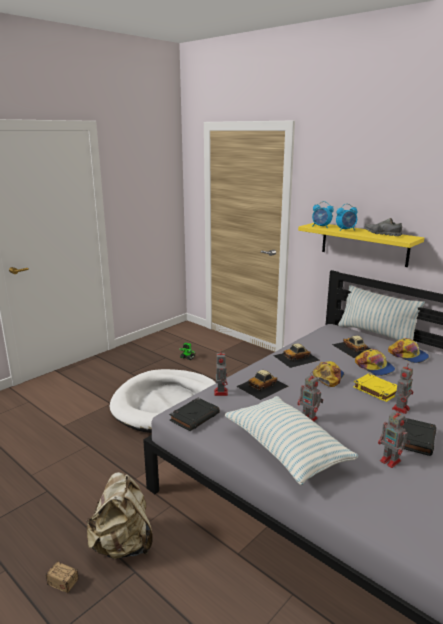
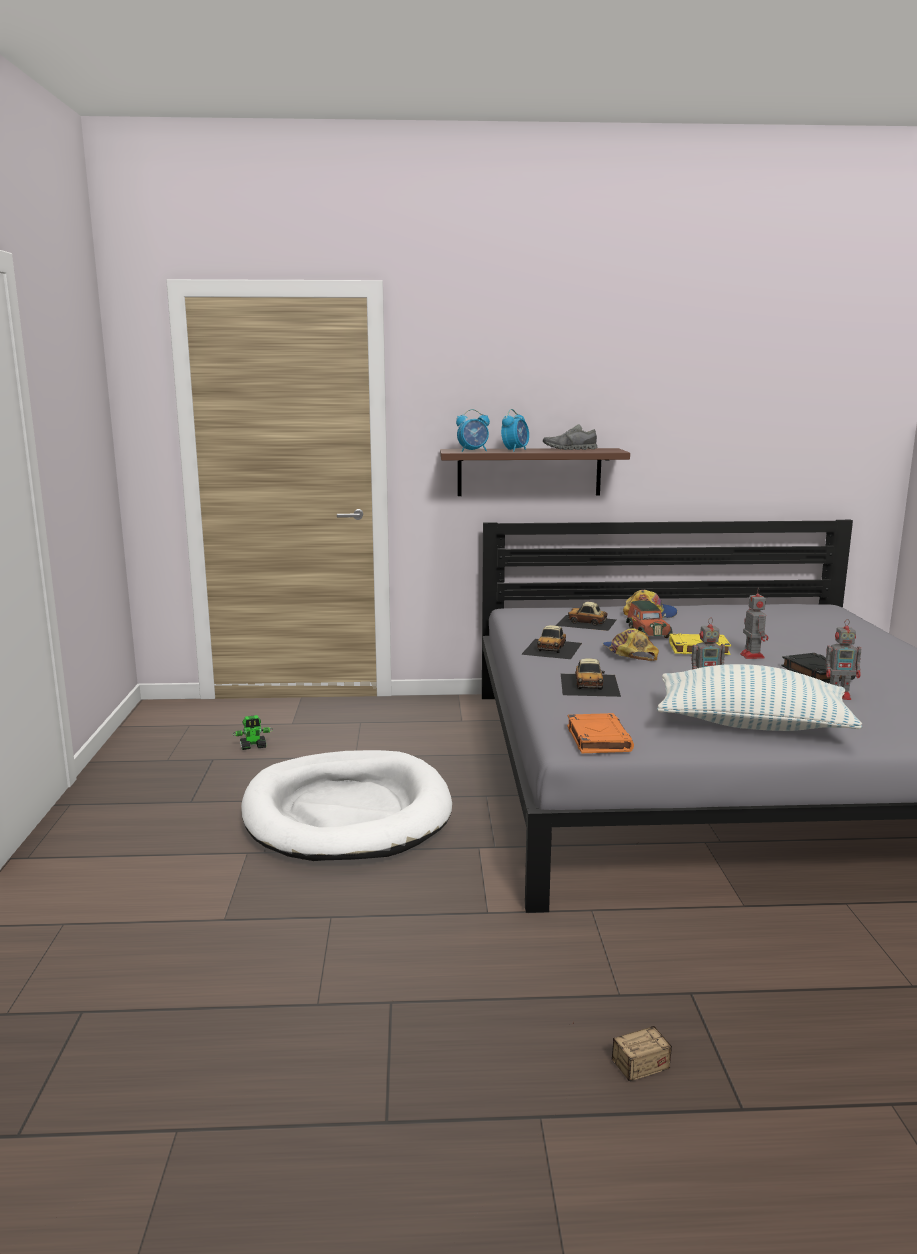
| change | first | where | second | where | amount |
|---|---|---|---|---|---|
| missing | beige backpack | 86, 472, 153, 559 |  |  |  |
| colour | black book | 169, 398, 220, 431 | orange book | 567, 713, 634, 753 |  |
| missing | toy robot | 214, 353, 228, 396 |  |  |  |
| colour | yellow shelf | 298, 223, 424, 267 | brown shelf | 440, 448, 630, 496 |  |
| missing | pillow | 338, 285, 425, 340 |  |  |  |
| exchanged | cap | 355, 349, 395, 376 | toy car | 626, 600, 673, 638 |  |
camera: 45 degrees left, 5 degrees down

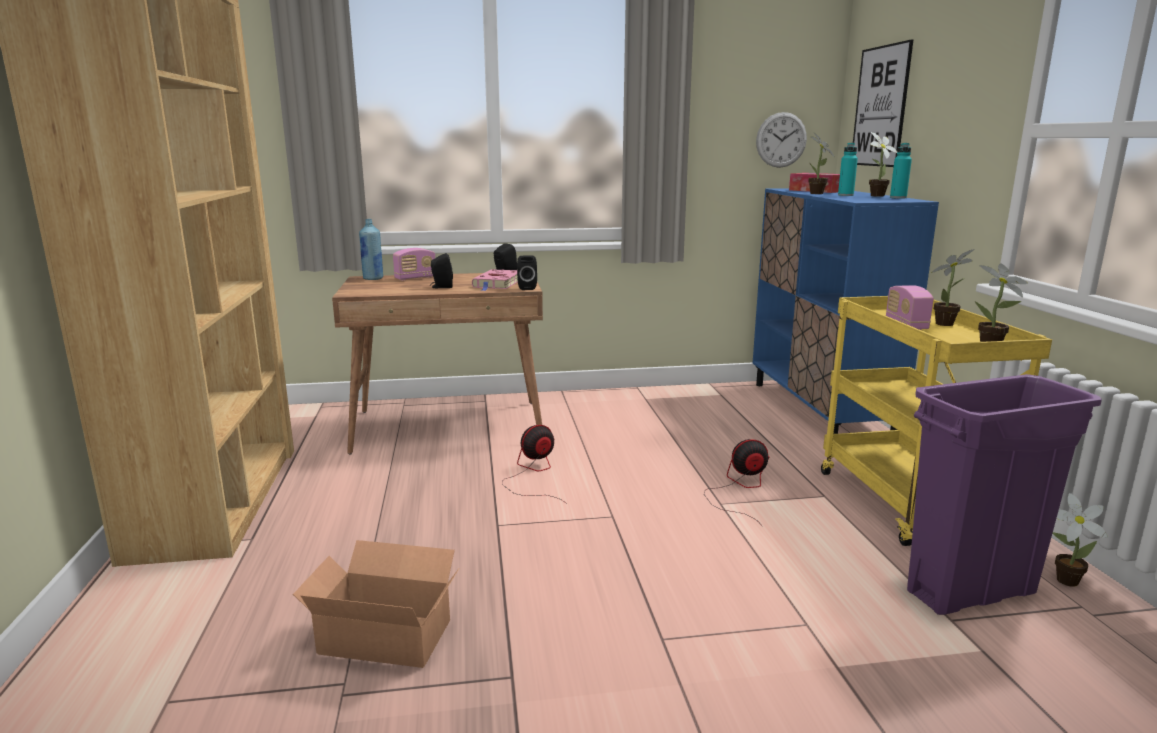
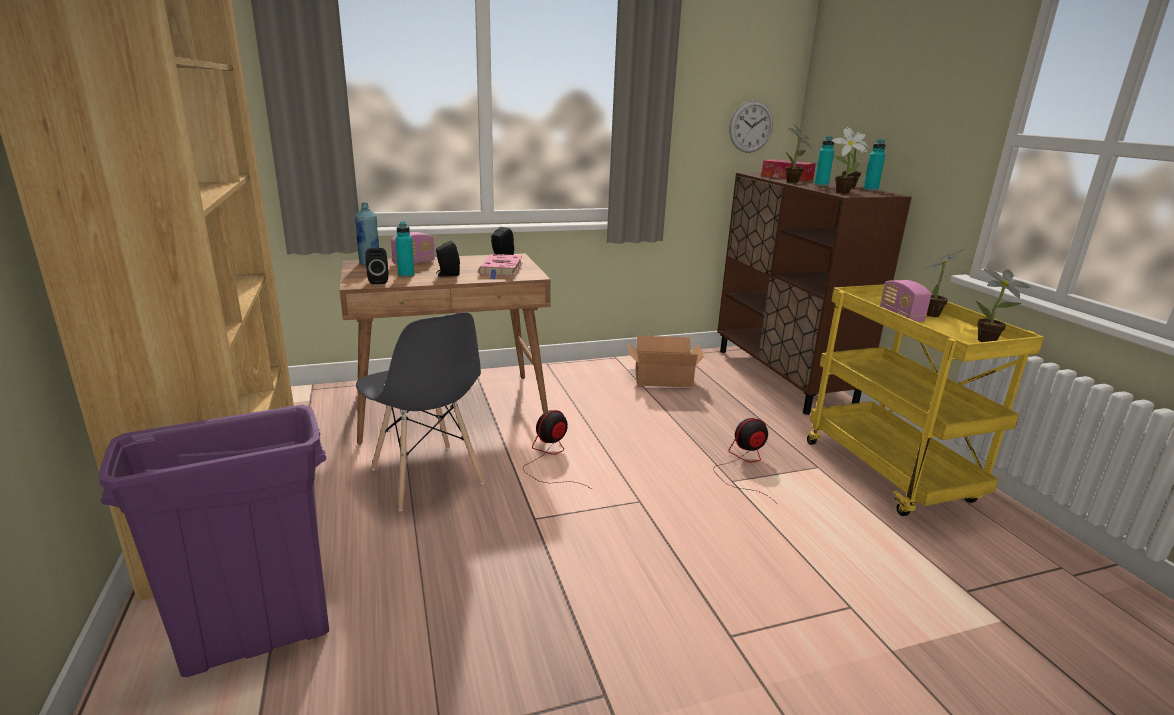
| change | first | where | second | where | amount |
|---|---|---|---|---|---|
| relocated | cardboard box | 293, 540, 459, 668 |  | 628, 335, 704, 388 |  |
| relocated | black speaker | 517, 255, 537, 290 |  | 365, 248, 388, 284 |  |
| colour | blue cabinet | 753, 188, 939, 434 | brown cabinet | 717, 173, 912, 415 |  |
| missing | picture | 853, 39, 913, 167 |  |  |  |
| relocated | purple trash can | 907, 374, 1102, 615 |  | 99, 405, 329, 677 |  |
| relocated | potted plant | 1052, 493, 1108, 587 |  | 831, 128, 867, 194 |  |
| appeared |  |  | grey chair | 356, 312, 485, 511 |  |
| appeared |  |  | turquoise bottle | 395, 221, 414, 278 |  |
camera: 10 degrees left, 5 degrees up

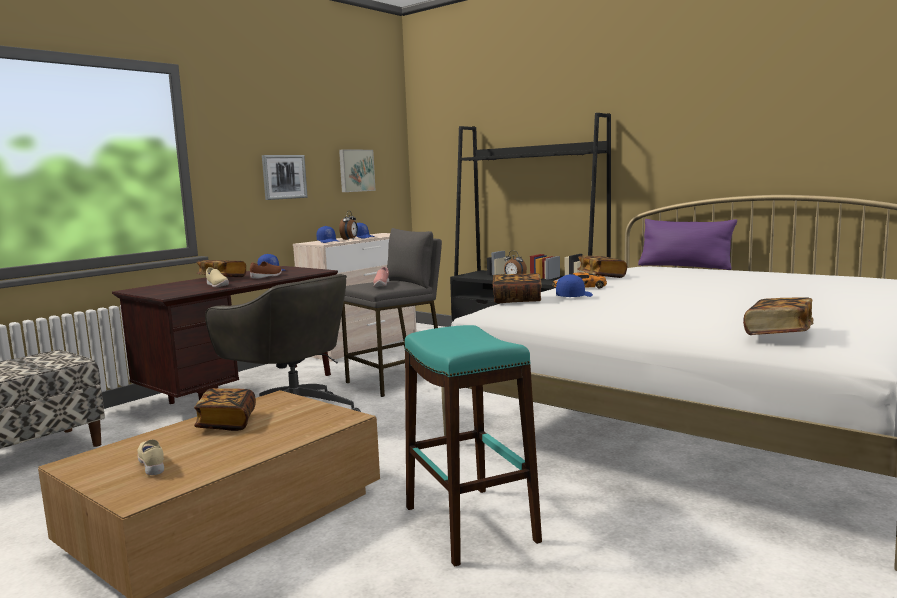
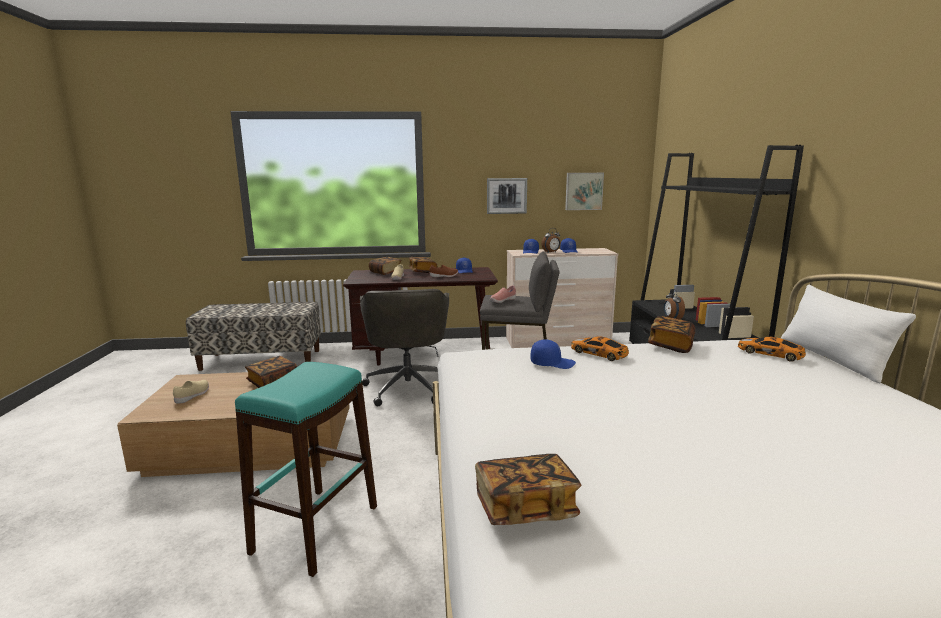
| change | first | where | second | where | amount |
|---|---|---|---|---|---|
| relocated | book | 492, 273, 541, 303 |  | 369, 257, 402, 275 |  |
| colour | purple pillow | 638, 219, 737, 270 | white pillow | 781, 284, 916, 383 |  |
| appeared |  |  | toy car | 738, 337, 806, 362 |  |
camera: 45 degrees right, 5 degrees up

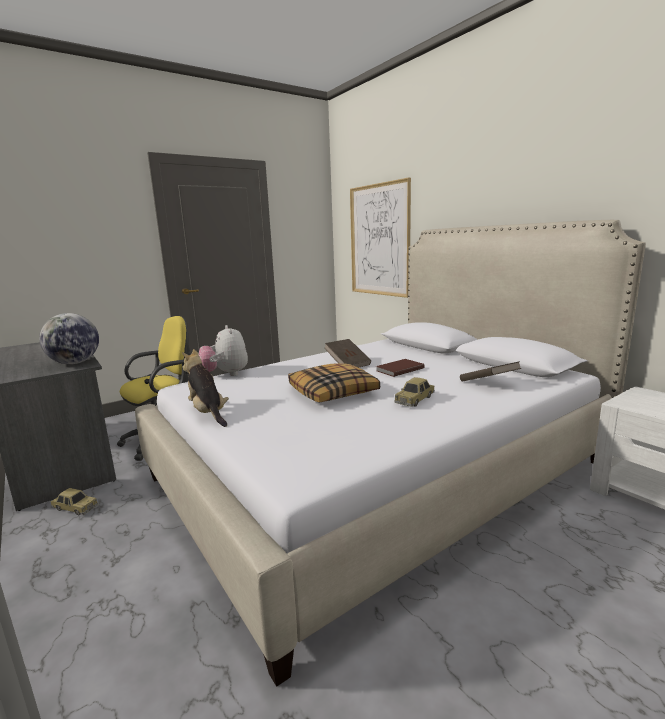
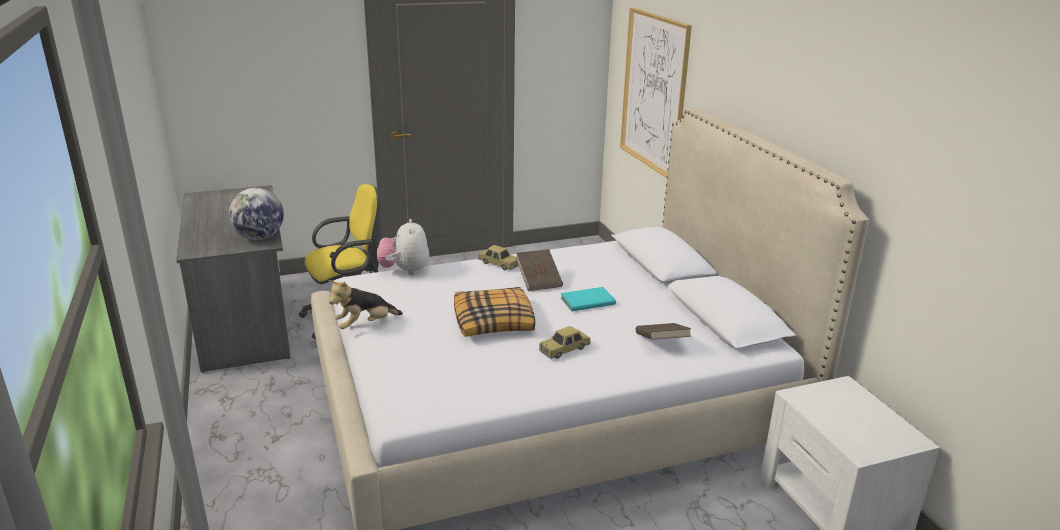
| change | first | where | second | where | amount |
|---|---|---|---|---|---|
| relocated | toy car | 50, 488, 98, 515 |  | 478, 245, 519, 270 |  |
| spun | plush toy | 182, 349, 229, 427 |  | 329, 280, 403, 329 | 105 degrees counterclockwise |
| colour | brown book | 376, 359, 425, 377 | turquoise book | 561, 287, 616, 312 |  |
camera: 15 degrees right, 10 degrees up

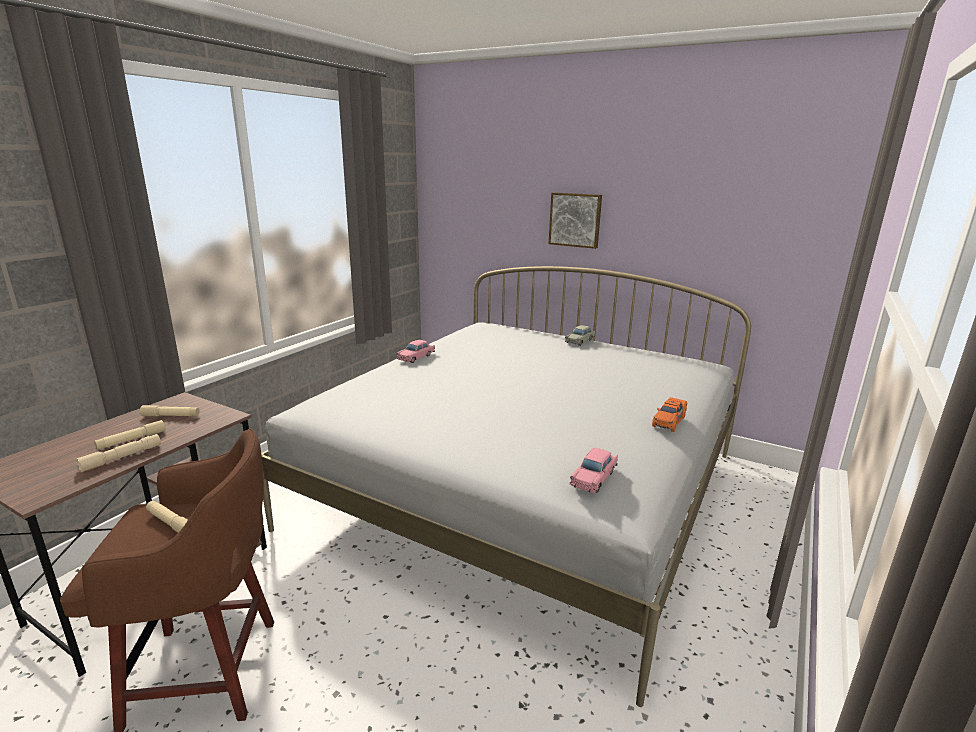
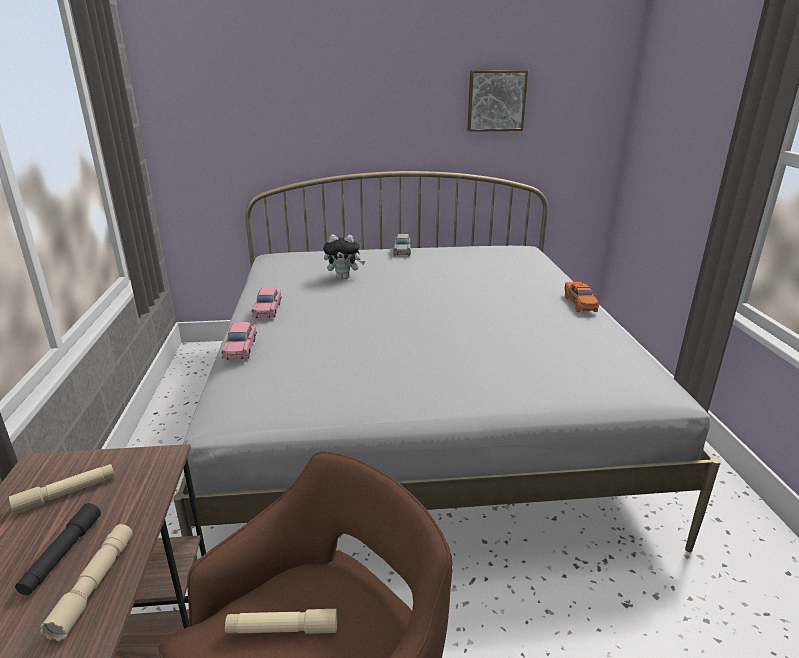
| change | first | where | second | where | amount |
|---|---|---|---|---|---|
| colour | beige flashlight | 94, 420, 166, 450 | black flashlight | 15, 503, 101, 595 |  |
| relocated | picture | 549, 192, 602, 249 |  | 467, 70, 528, 132 |  |
| relocated | pink toy car | 570, 448, 618, 493 |  | 221, 322, 257, 360 |  |
| appeared |  |  | plush toy | 323, 235, 365, 279 |  |
camera: 35 degrees left, 5 degrees up

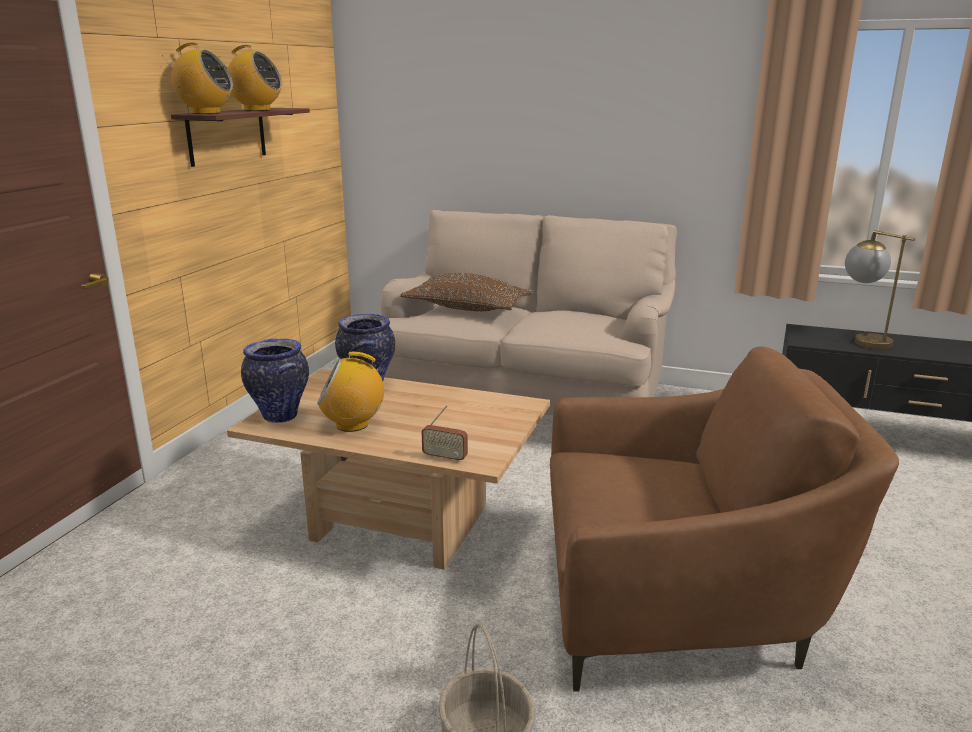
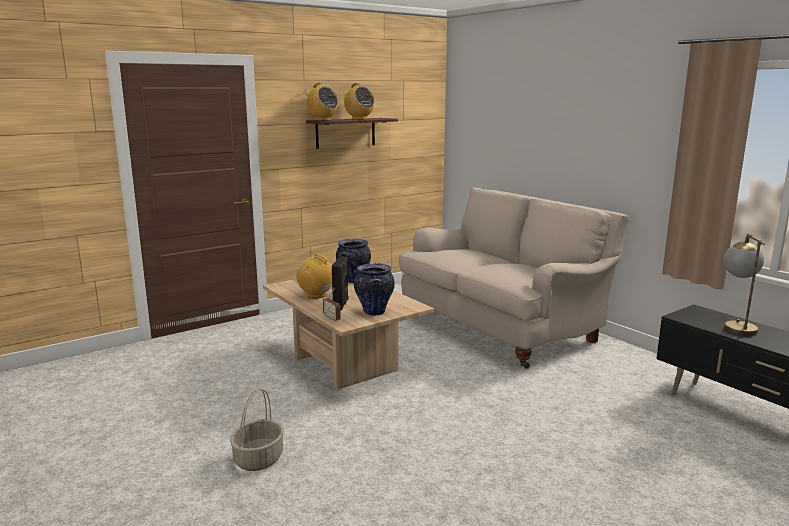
| change | first | where | second | where | amount |
|---|---|---|---|---|---|
| relocated | vase | 241, 339, 309, 423 |  | 354, 263, 395, 316 |  |
| missing | brown pillow | 400, 273, 533, 311 |  |  |  |
| missing | brown armchair | 550, 346, 899, 692 |  |  |  |
| appeared |  |  | black speaker | 332, 257, 349, 311 |  |
camera: 35 degrees right, 5 degrees down

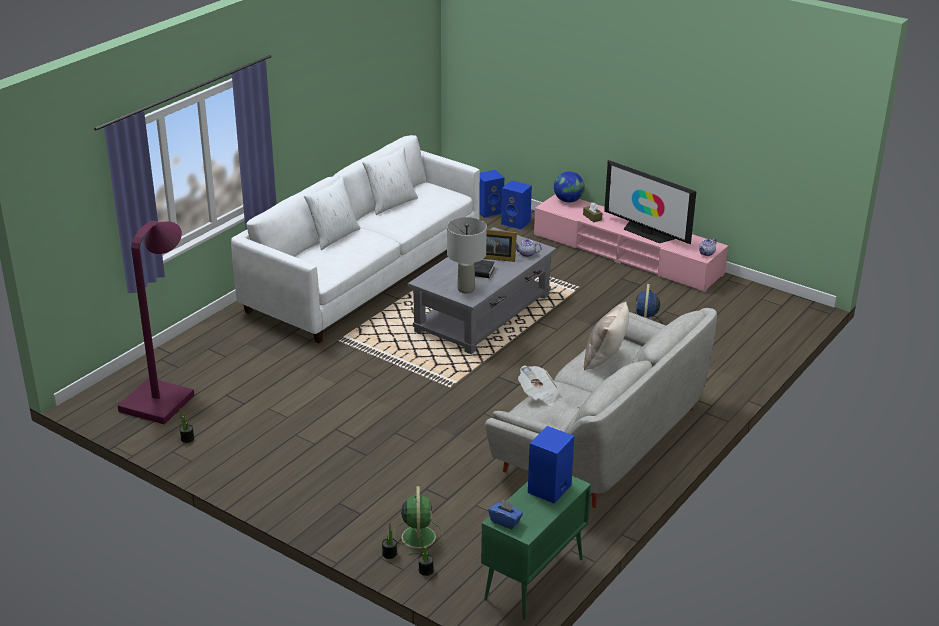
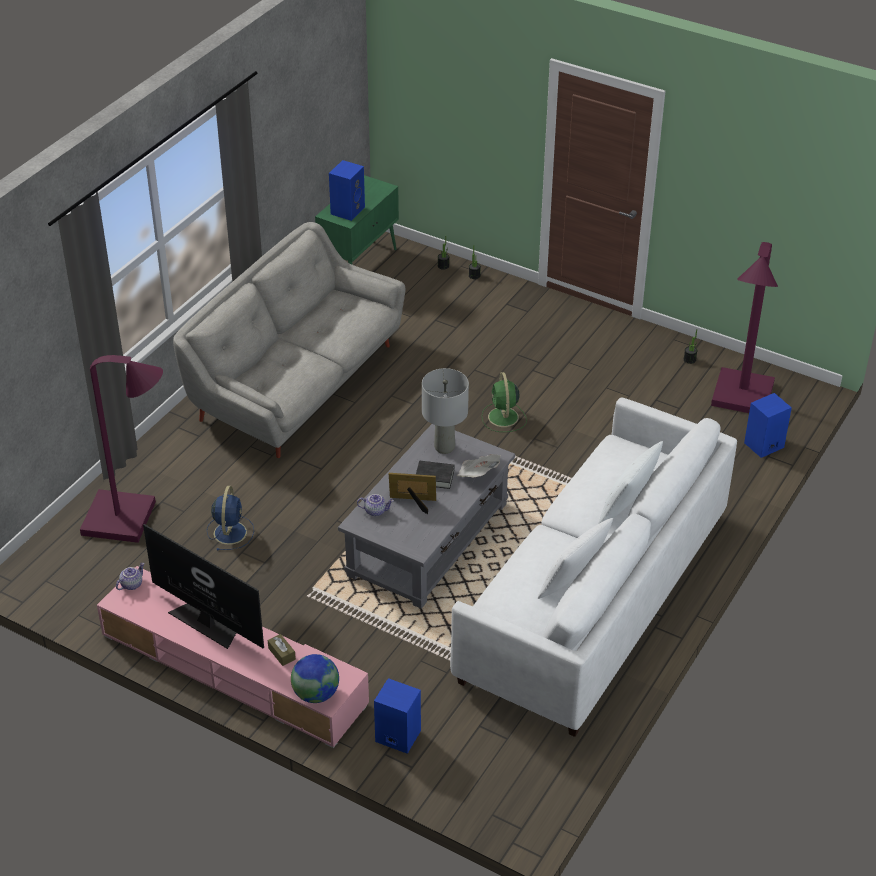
| change | first | where | second | where | amount |
|---|---|---|---|---|---|
| relocated | green fan | 394, 486, 443, 555 |  | 482, 372, 527, 432 |  |
| relocated | blue speaker | 479, 170, 504, 218 |  | 744, 393, 792, 458 |  |
| missing | blue tissue box | 488, 499, 523, 529 |  |  |  |
| relocated | newspaper | 518, 365, 560, 405 |  | 457, 454, 501, 477 |  |
| missing | beige pillow | 584, 302, 629, 370 |  |  |  |
| appeared |  |  | purple floor lamp | 80, 355, 163, 543 |  |
camera: 175 degrees right, 10 degrees up

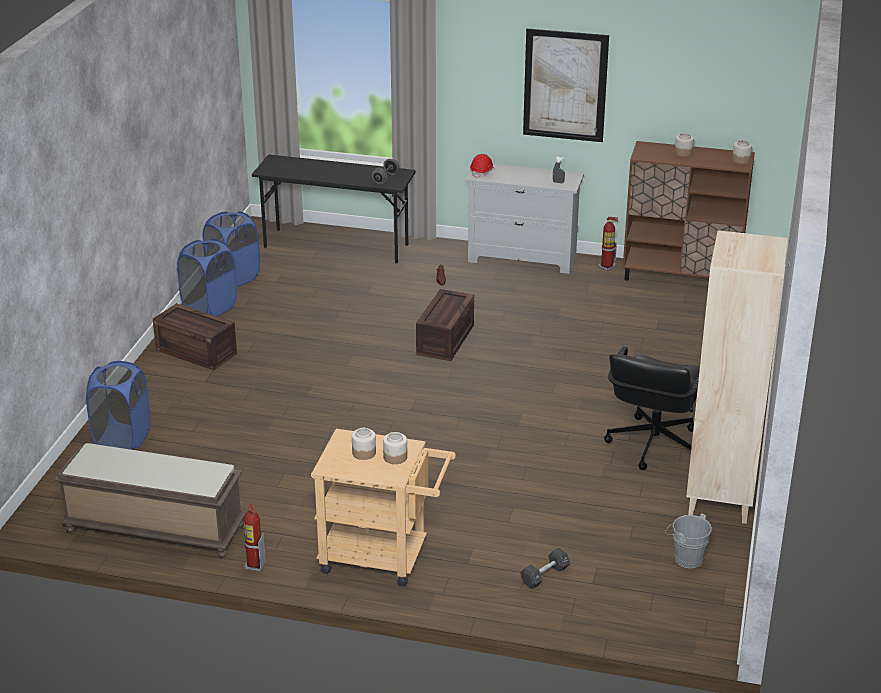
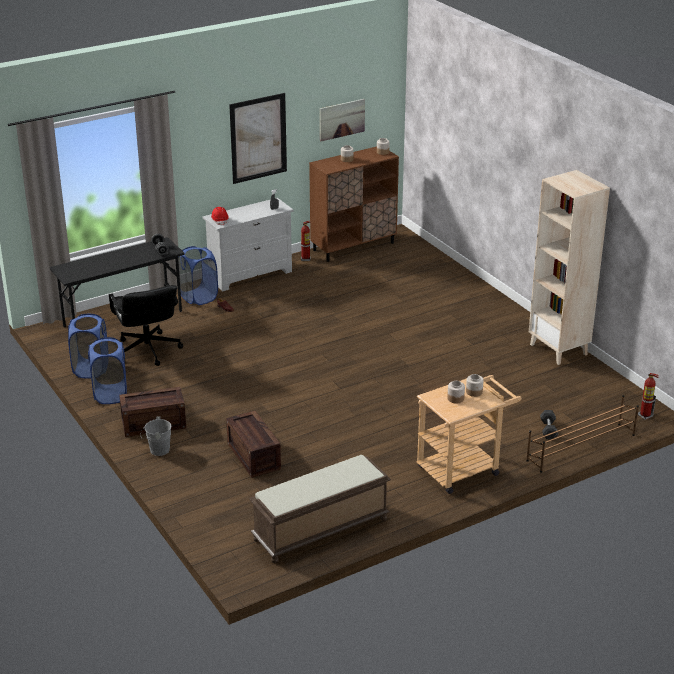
| change | first | where | second | where | amount |
|---|---|---|---|---|---|
| relocated | blue laundry basket | 86, 361, 150, 450 |  | 178, 246, 218, 305 |  |
| relocated | fire extinguisher | 243, 504, 266, 571 |  | 638, 373, 659, 420 |  |
| relocated | crate | 416, 289, 474, 361 |  | 226, 411, 281, 478 |  |
| relocated | black office chair | 604, 347, 700, 470 |  | 109, 283, 183, 366 |  |
| relocated | grey bucket | 665, 513, 712, 568 |  | 140, 416, 171, 456 |  |
| appeared |  |  | picture | 320, 99, 365, 141 |  |
| appeared |  |  | brown shoe rack | 526, 395, 639, 473 |  |
camera: 45 degrees left, 0 degrees up

